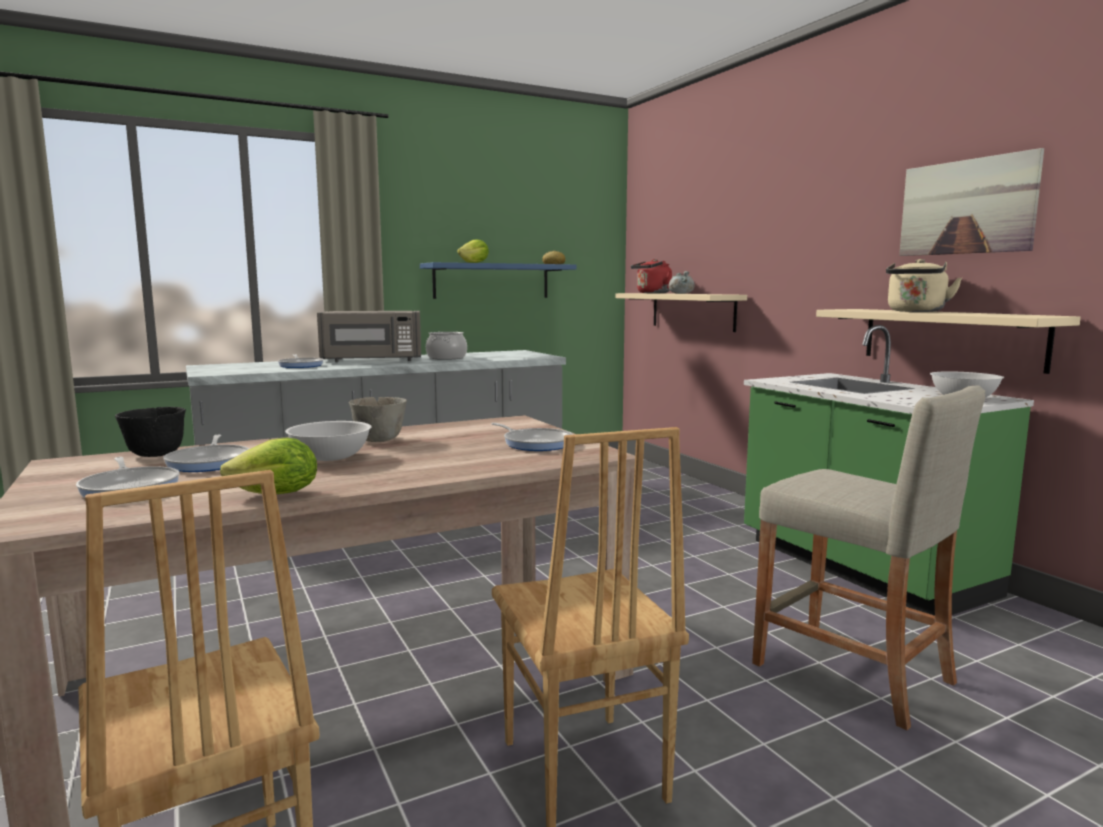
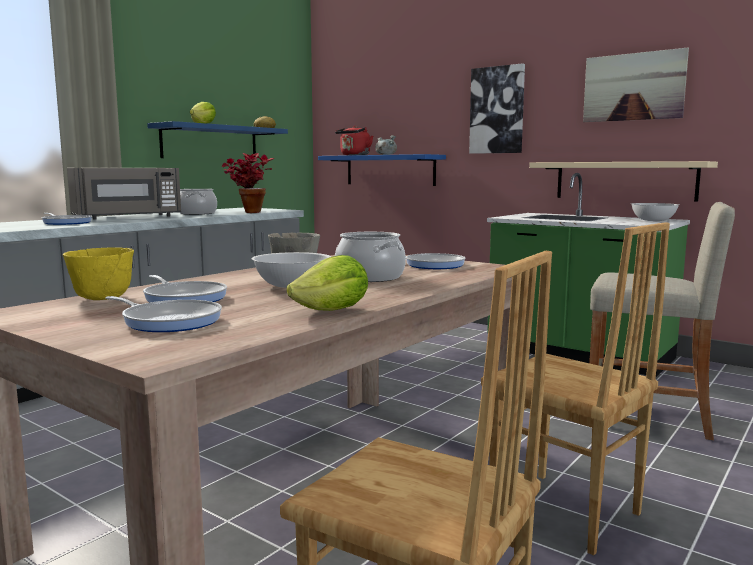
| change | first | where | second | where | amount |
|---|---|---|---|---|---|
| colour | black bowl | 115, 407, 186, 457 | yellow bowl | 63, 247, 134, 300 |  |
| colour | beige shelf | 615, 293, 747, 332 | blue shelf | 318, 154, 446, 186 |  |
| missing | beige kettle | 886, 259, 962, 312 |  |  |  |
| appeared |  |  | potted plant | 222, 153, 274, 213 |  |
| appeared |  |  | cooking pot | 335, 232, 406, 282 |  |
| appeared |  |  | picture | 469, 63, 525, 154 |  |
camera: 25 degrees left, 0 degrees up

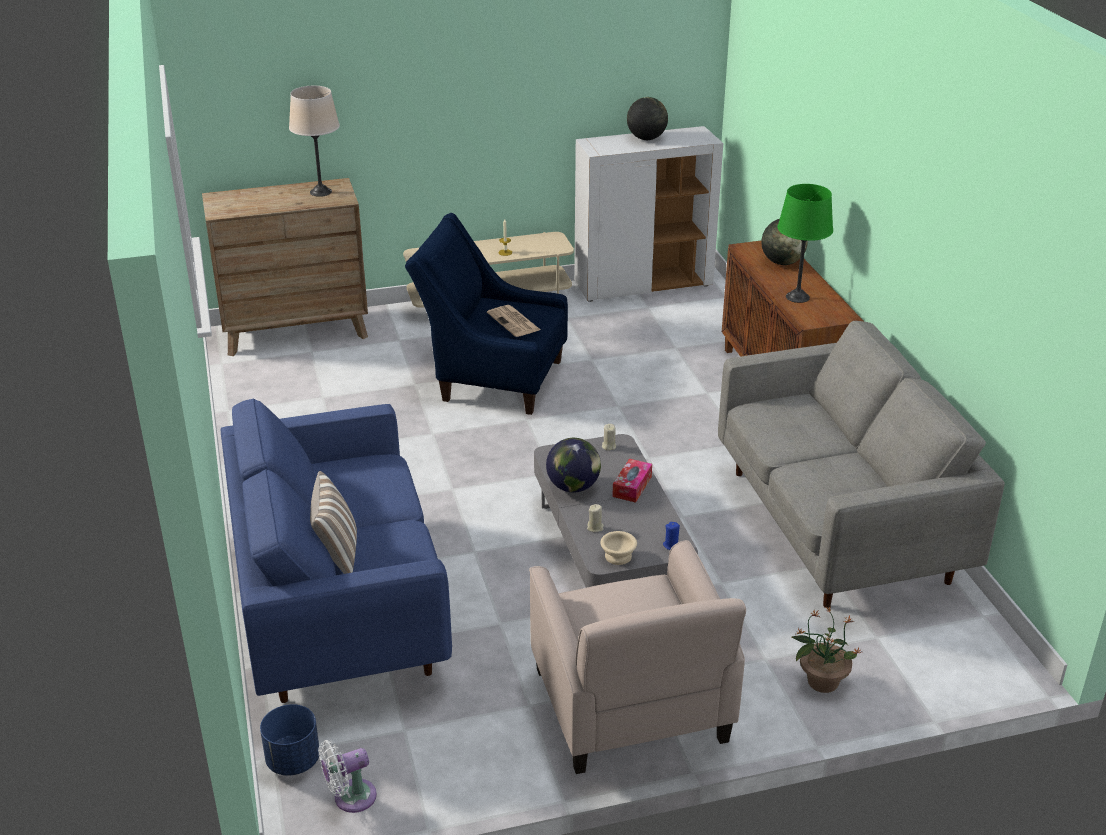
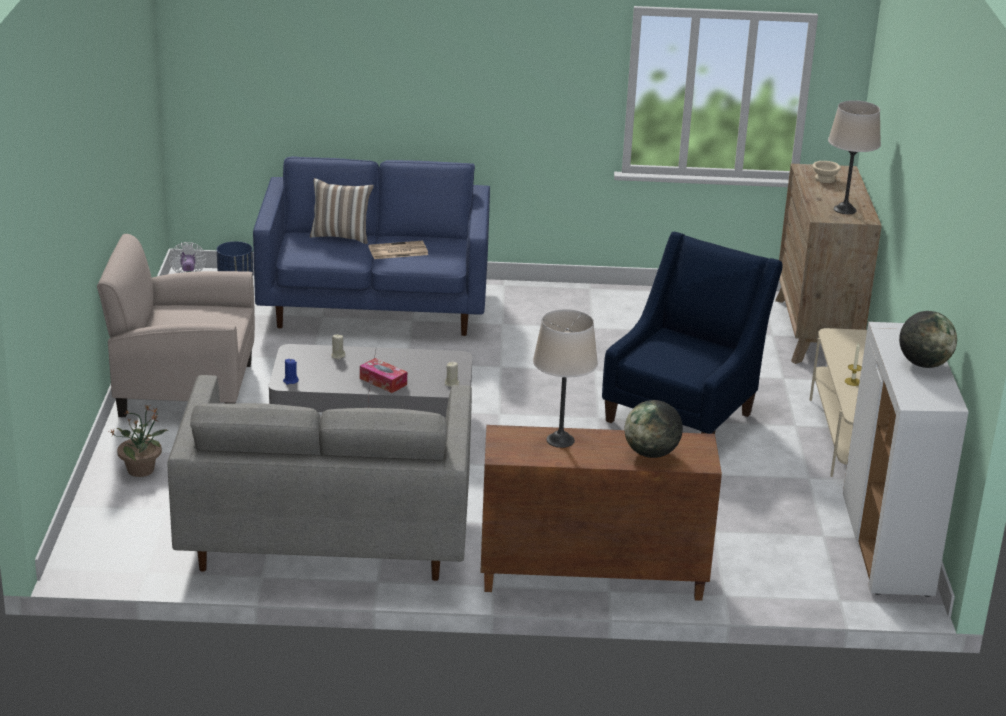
| change | first | where | second | where | amount |
|---|---|---|---|---|---|
| relocated | newspaper | 487, 305, 541, 337 |  | 368, 241, 428, 259 |  |
| missing | globe | 546, 438, 601, 493 |  |  |  |
| relocated | beige bowl | 600, 531, 637, 565 |  | 812, 161, 841, 183 |  |
| colour | green table lamp | 778, 184, 833, 303 | beige table lamp | 533, 309, 598, 448 |  |
camera: 105 degrees right, 5 degrees down

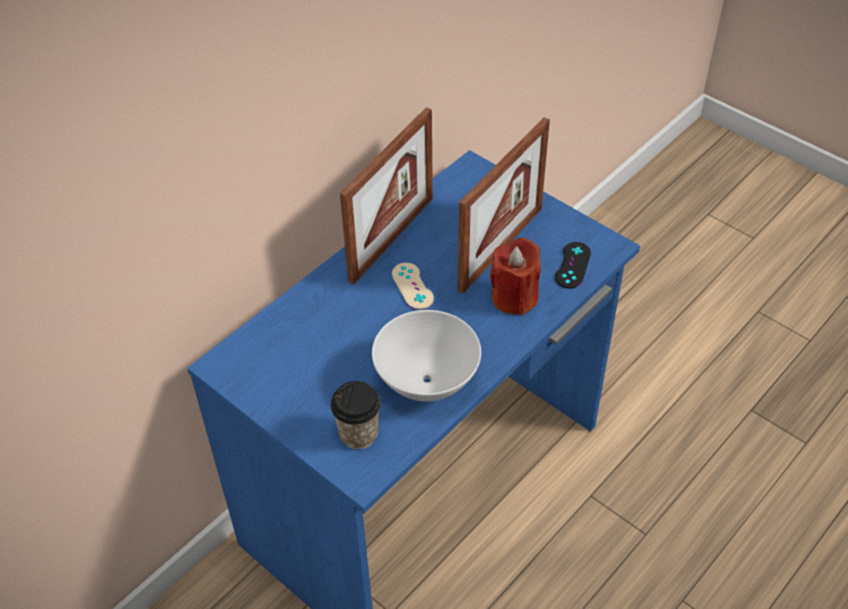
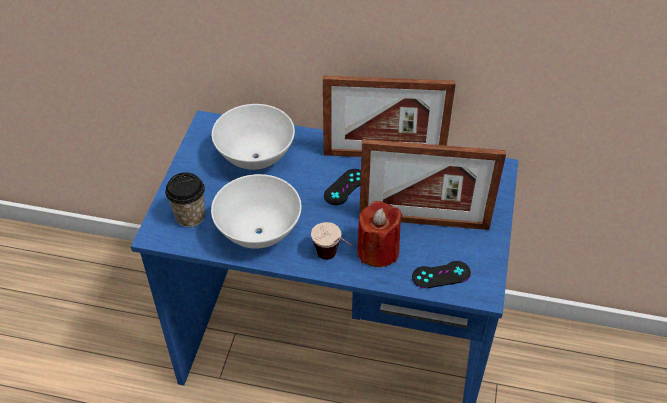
| change | first | where | second | where | amount |
|---|---|---|---|---|---|
| colour | beige game controller | 392, 263, 434, 310 | black game controller | 324, 169, 361, 205 |  |
| appeared |  |  | white bowl | 212, 104, 295, 170 |  |
| appeared |  |  | cup | 311, 222, 353, 260 |  |
camera: 60 degrees right, 0 degrees up

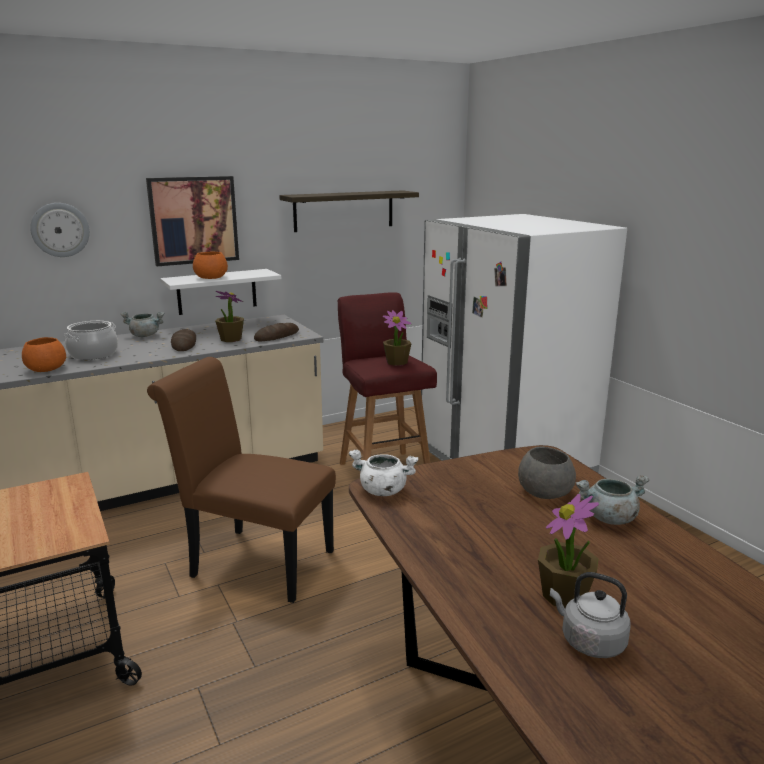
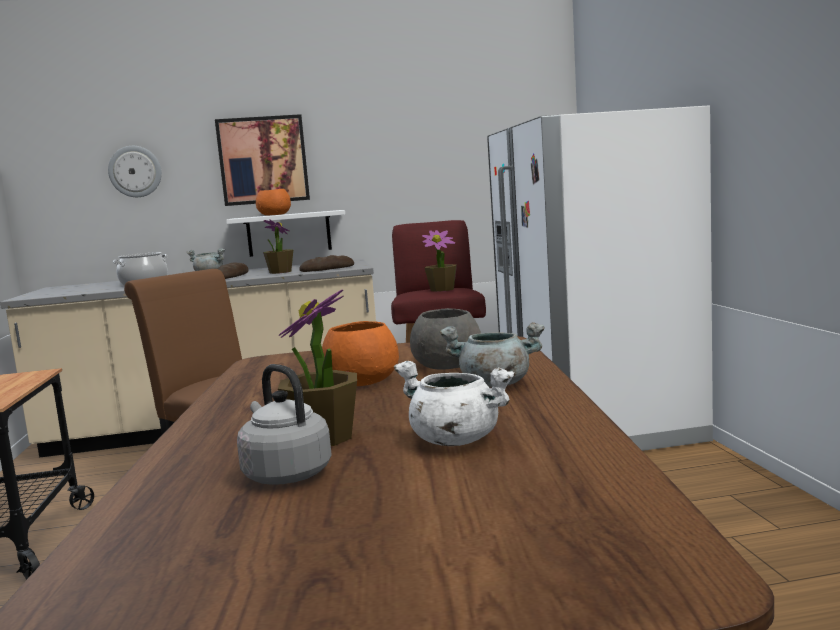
| change | first | where | second | where | amount |
|---|---|---|---|---|---|
| relocated | orange bowl | 22, 337, 66, 372 |  | 322, 321, 399, 386 |  |
| missing | shelf | 279, 190, 419, 232 |  |  |  |
| relocated | white cooking pot | 349, 450, 418, 496 |  | 394, 361, 514, 446 |  |
camera: 20 degrees right, 10 degrees down

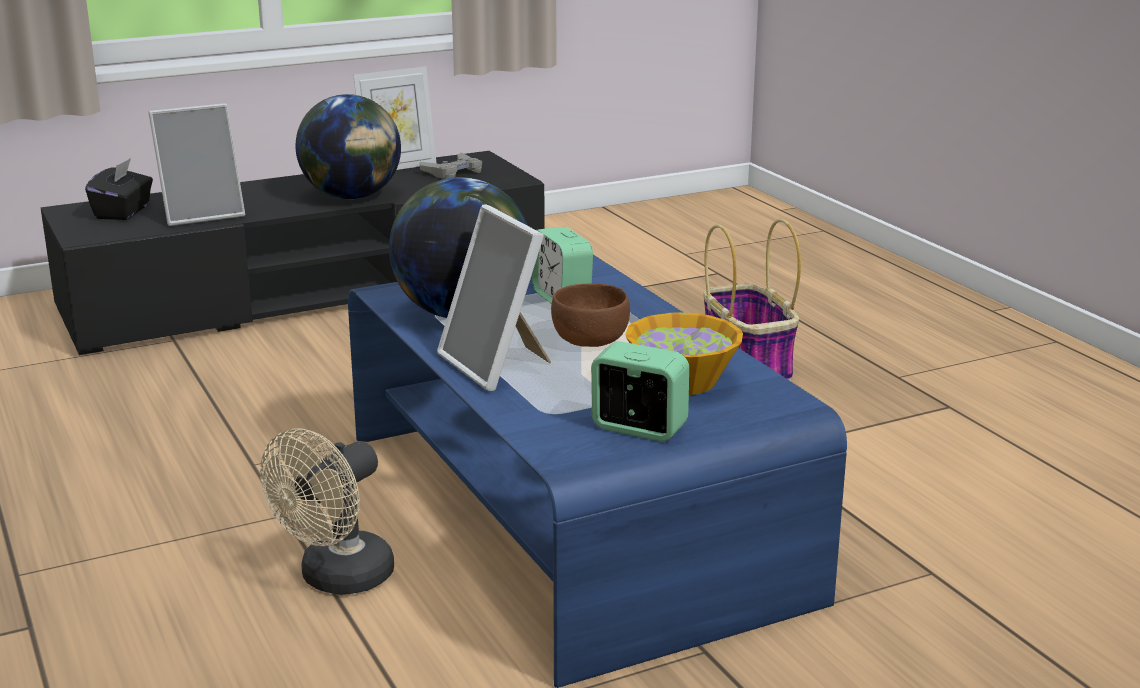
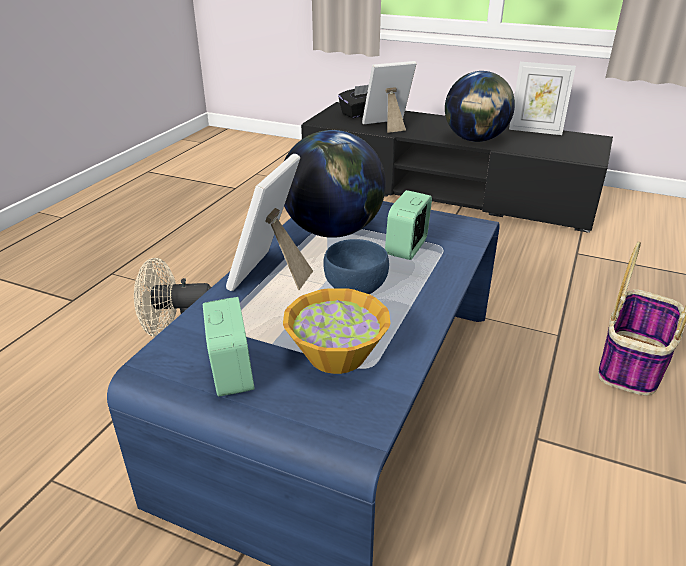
| change | first | where | second | where | amount |
|---|---|---|---|---|---|
| spun | picture frame | 148, 103, 245, 226 |  | 362, 61, 417, 133 | 135 degrees clockwise |
| missing | grey game controller | 420, 152, 482, 179 |  |  |  |
| colour | brown bowl | 551, 284, 630, 347 | blue bowl | 323, 239, 389, 294 |  |
camera: 50 degrees right, 10 degrees up

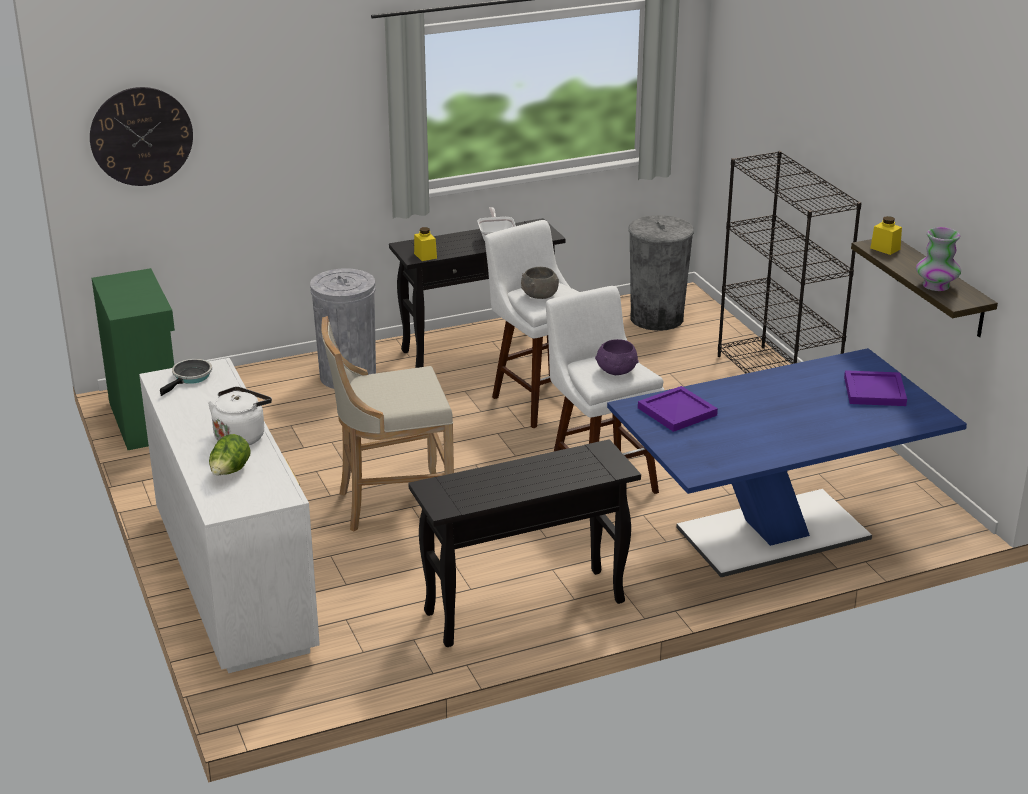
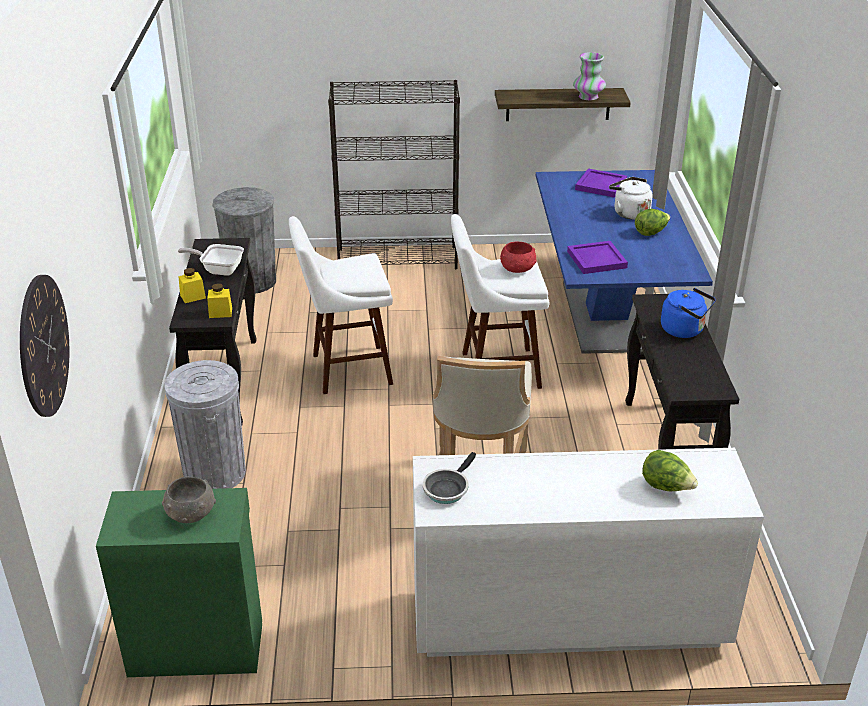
| change | first | where | second | where | amount |
|---|---|---|---|---|---|
| spun | frying pan | 160, 359, 212, 396 |  | 423, 452, 476, 504 | 105 degrees counterclockwise |
| relocated | white kettle | 208, 386, 272, 445 |  | 609, 177, 653, 220 |  |
| relocated | grey bowl | 521, 267, 559, 299 |  | 162, 476, 216, 523 |  |
| colour | purple bowl | 595, 339, 639, 375 | red bowl | 500, 241, 536, 273 |  |
| relocated | yellow jar | 870, 216, 902, 255 |  | 178, 268, 206, 303 |  |
| appeared |  |  | lettuce | 635, 209, 670, 236 |  |
| appeared |  |  | blue kettle | 661, 288, 716, 338 |  |
camera: 70 degrees left, 5 degrees up

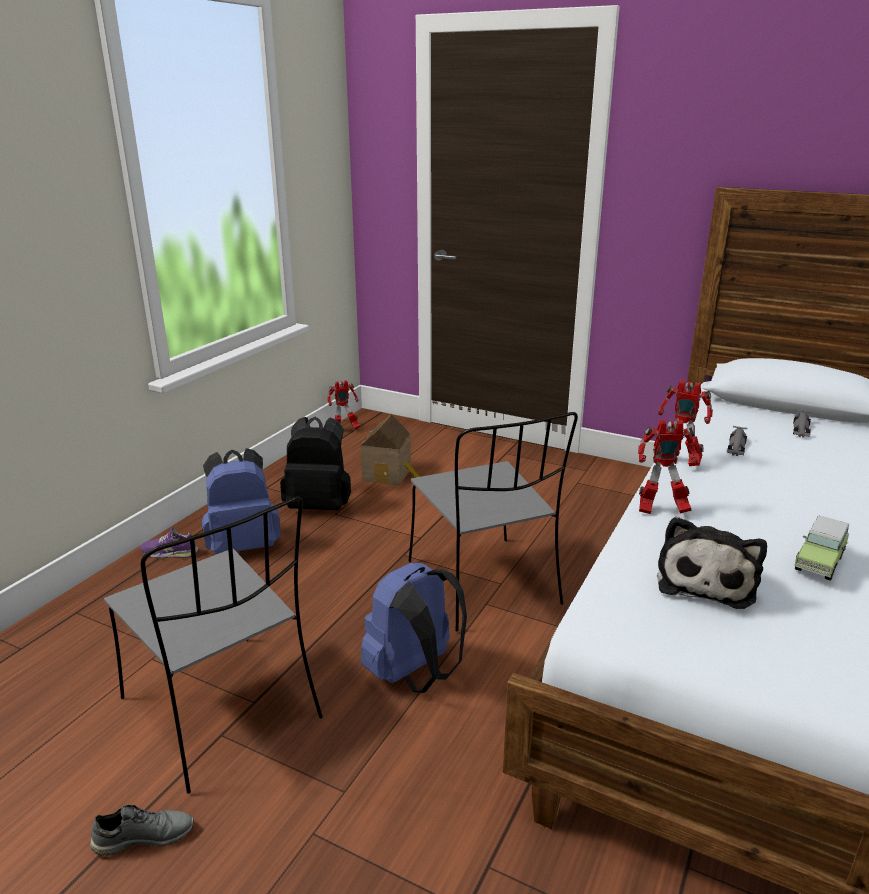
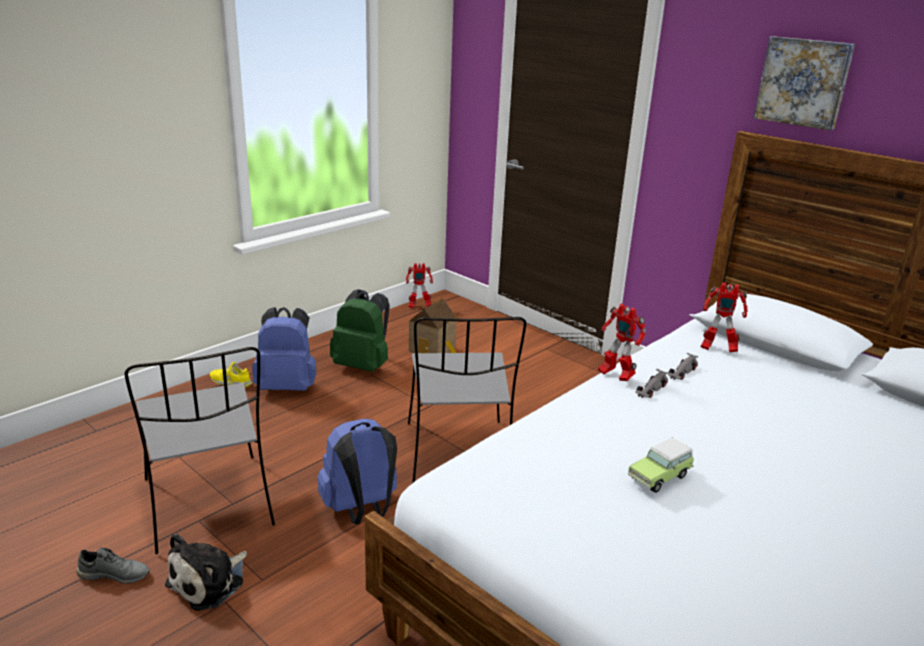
| change | first | where | second | where | amount |
|---|---|---|---|---|---|
| colour | purple shoe | 140, 528, 199, 558 | yellow shoe | 210, 362, 252, 387 |  |
| colour | black backpack | 280, 417, 351, 510 | green backpack | 330, 289, 390, 372 |  |
| relocated | toy robot | 638, 420, 698, 514 |  | 701, 282, 748, 352 |  |
| relocated | plush toy | 657, 516, 767, 609 |  | 165, 533, 247, 611 |  |
| relocated | grey toy car | 793, 410, 811, 438 |  | 635, 369, 668, 398 |  |
| appeared |  |  | picture | 753, 36, 855, 131 |  |
camera: 15 degrees right, 0 degrees up

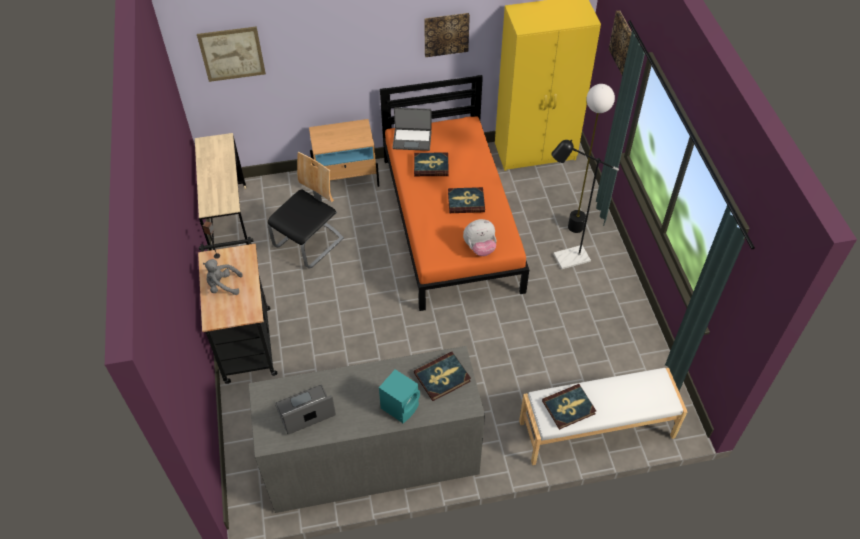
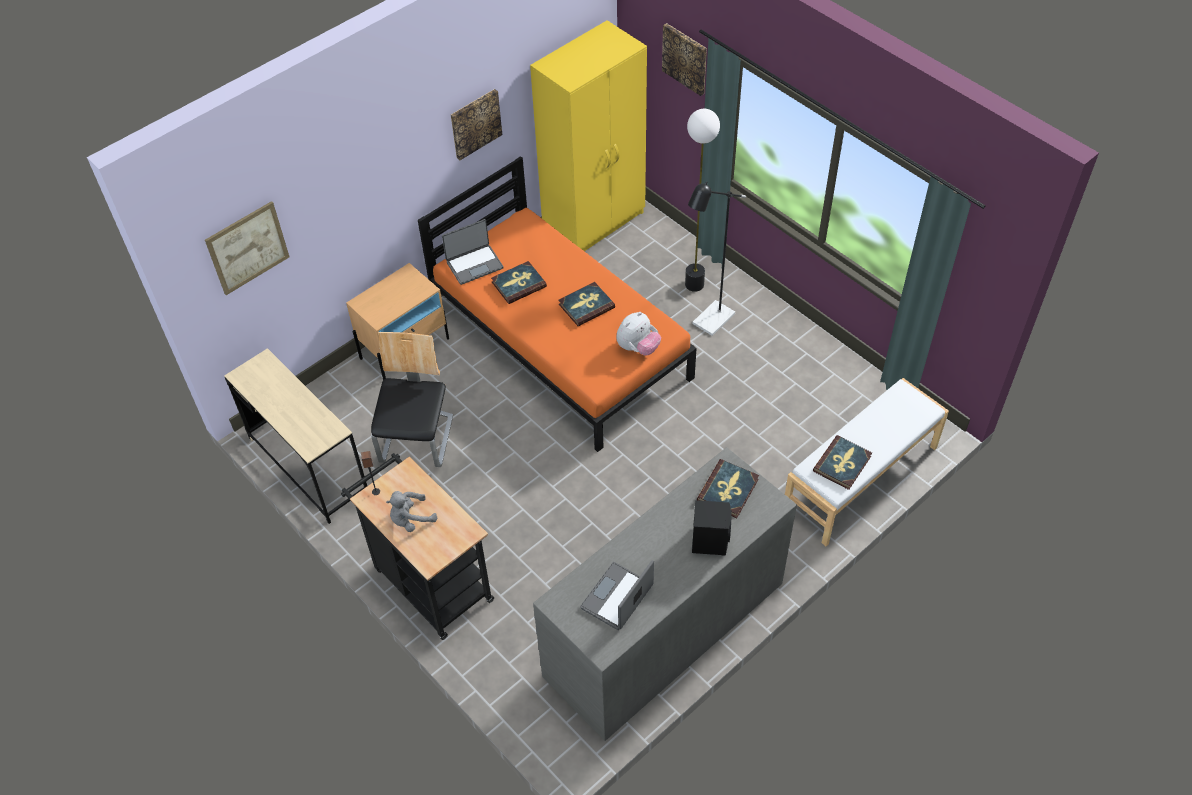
| change | first | where | second | where | amount |
|---|---|---|---|---|---|
| colour | turquoise speaker | 379, 369, 420, 423 | black speaker | 692, 500, 732, 556 |  |
camera: 30 degrees left, 0 degrees up

